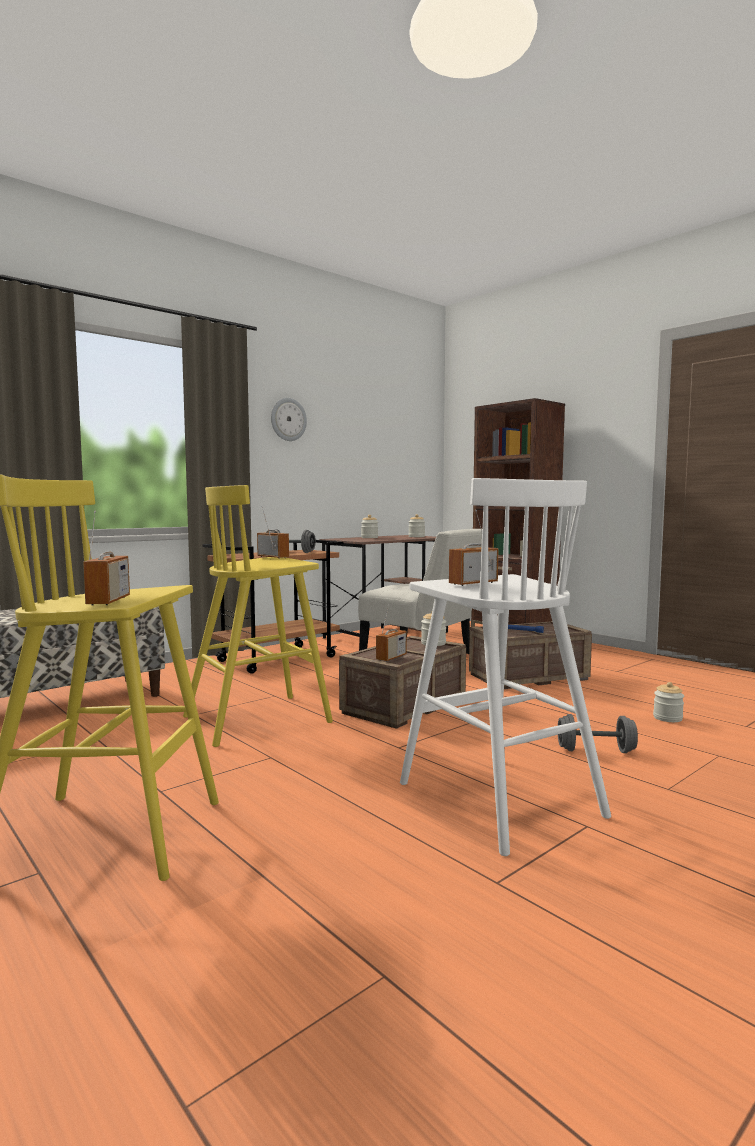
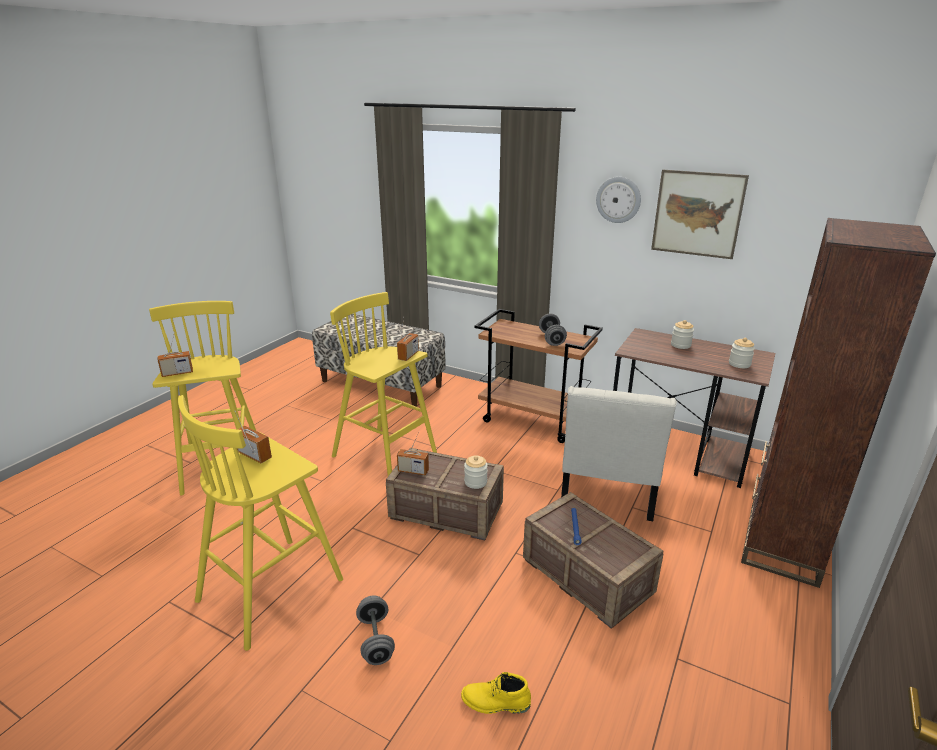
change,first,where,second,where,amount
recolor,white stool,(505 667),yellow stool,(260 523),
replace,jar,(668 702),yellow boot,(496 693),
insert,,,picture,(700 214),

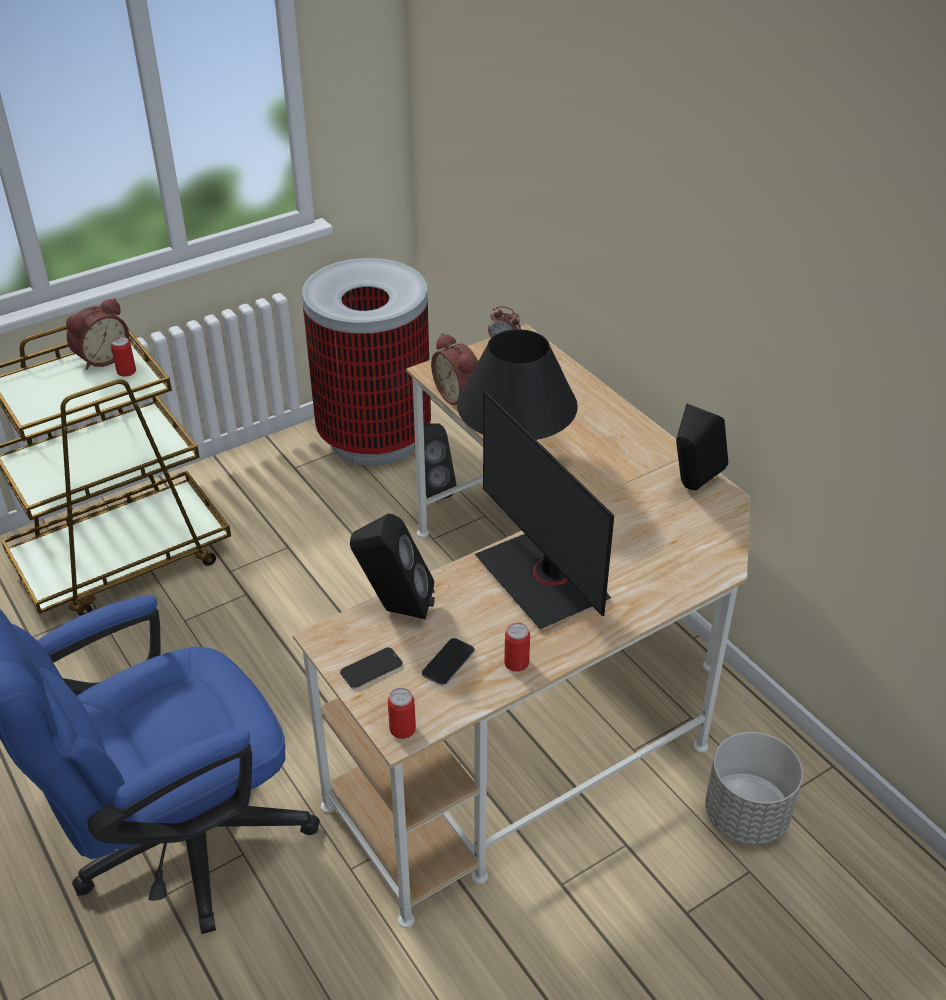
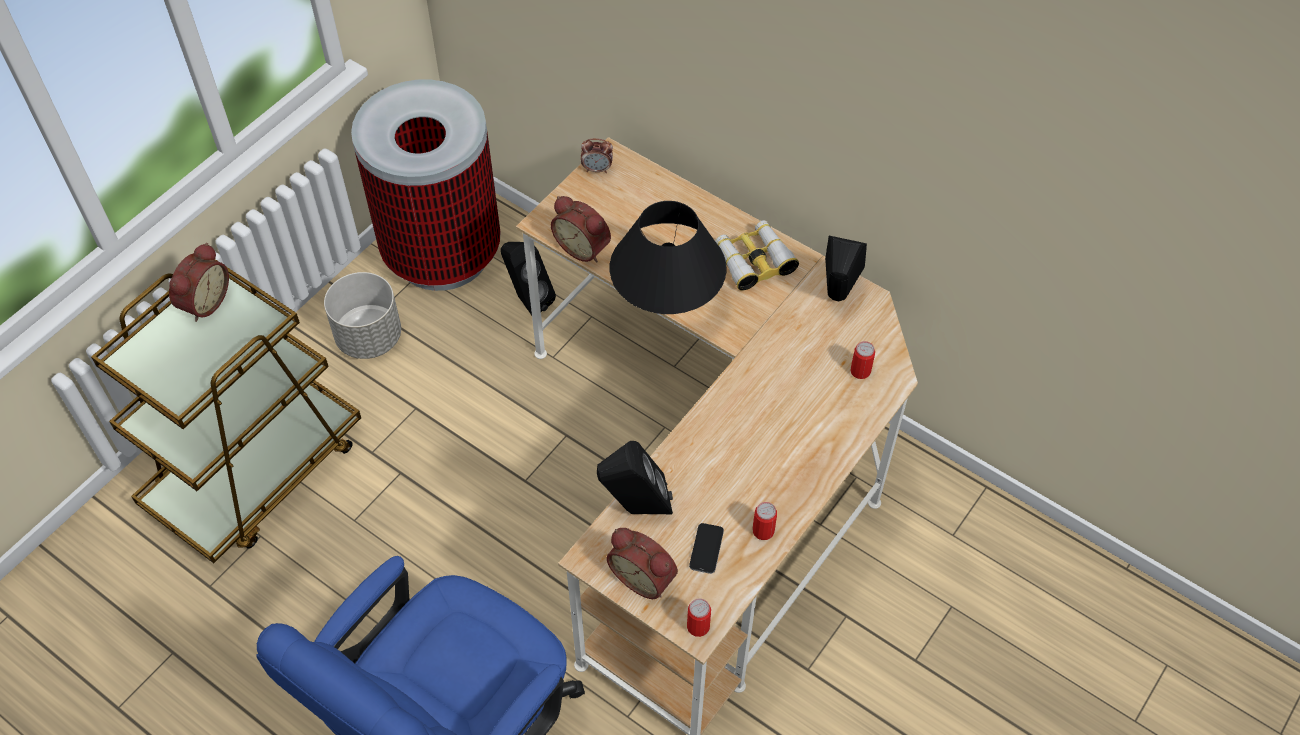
change,first,where,second,where,amount
move,grey planter,(754 788),,(362 315),
replace,phone,(371 668),alarm clock,(642 563),
insert,,,binoculars,(757 255),
move,can,(123 356),,(862 360),
delete,monitor,(544 510),,,

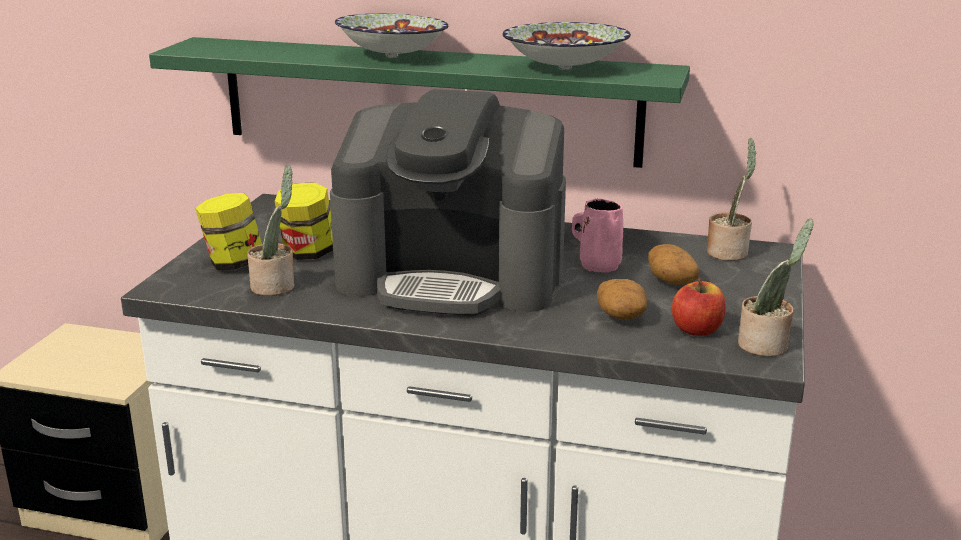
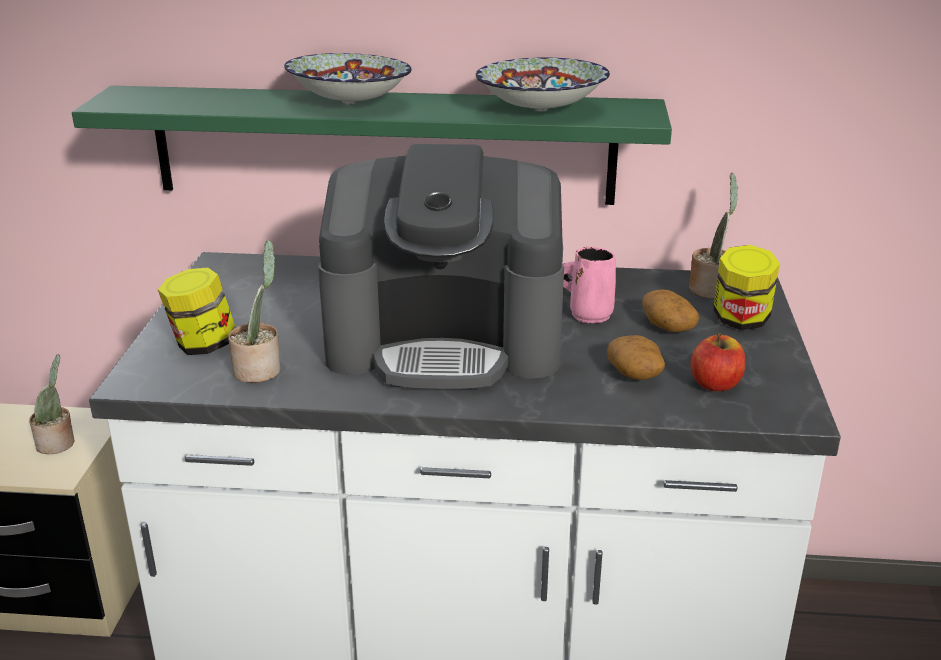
change,first,where,second,where,amount
move,potted plant,(776 287),,(51 404),
move,jar,(304 221),,(746 287),

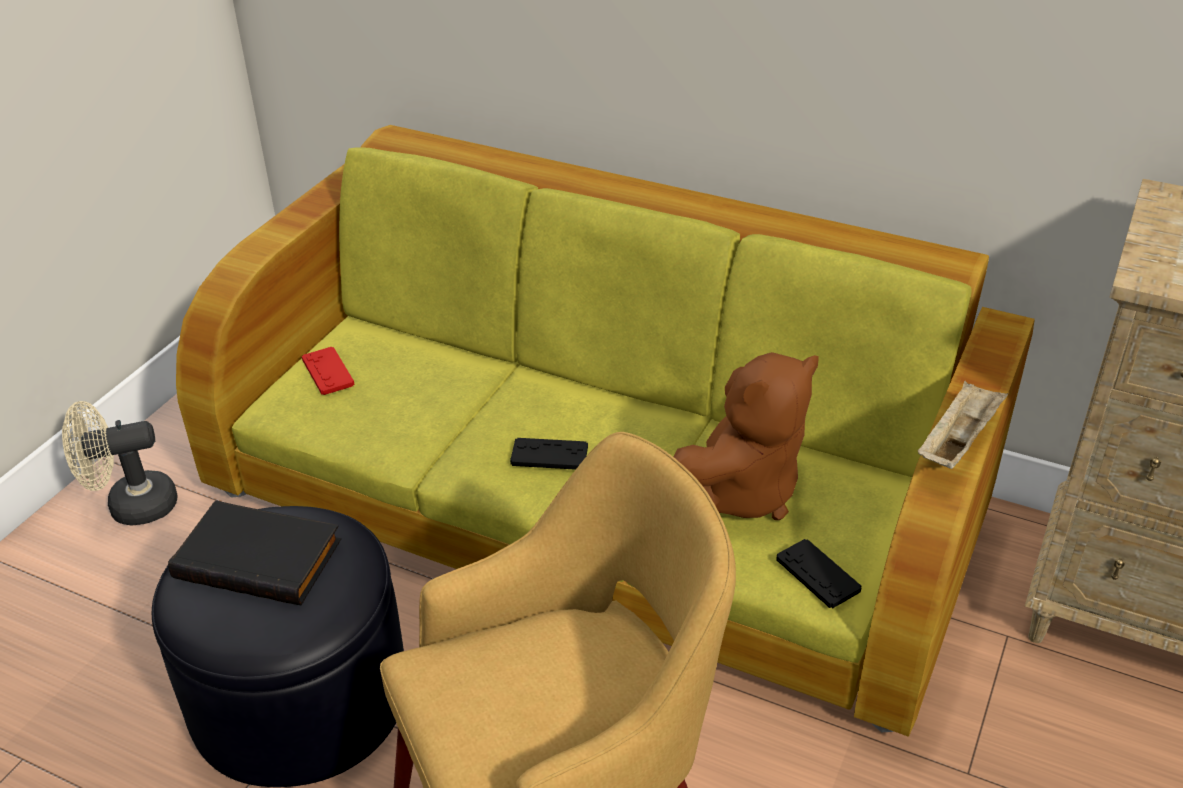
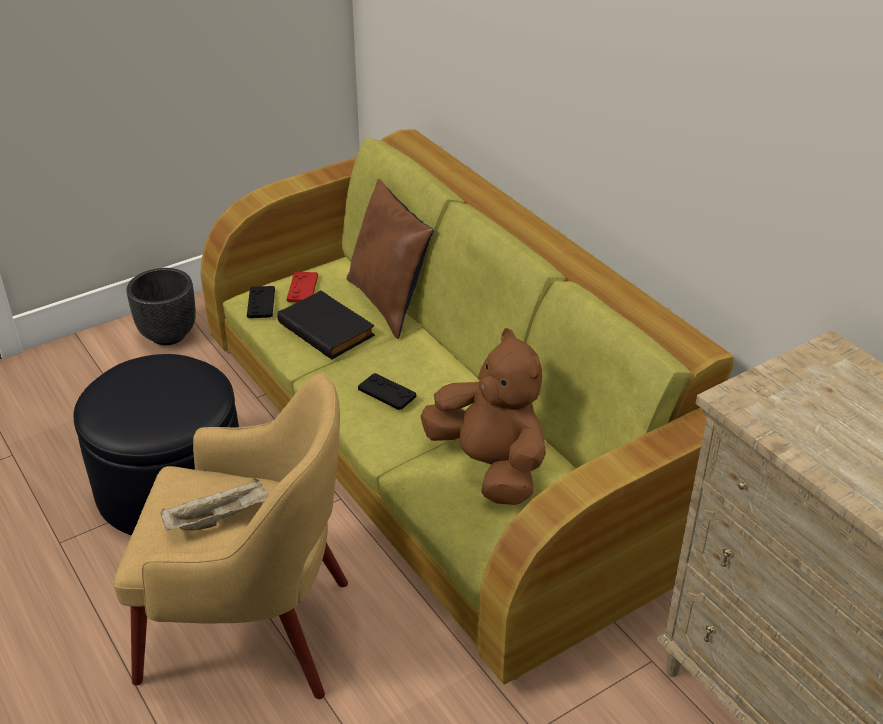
change,first,where,second,where,amount
replace,beige fan,(120 463),black planter,(161 306),
move,beige tray,(963 425),,(215 504),
move,black game controller,(818 573),,(261 302),
move,black book,(254 552),,(326 324),
insert,,,brown pillow,(390 259),
rotate,brown plush toy,(746 436),,(483 416),120 degrees counterclockwise

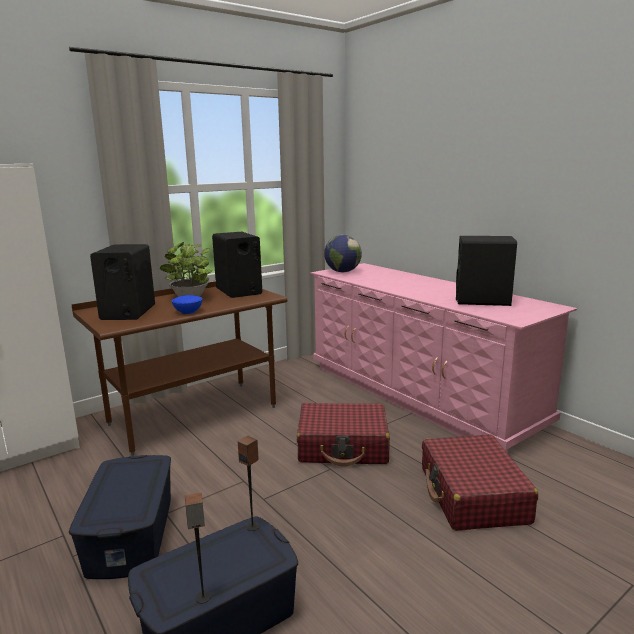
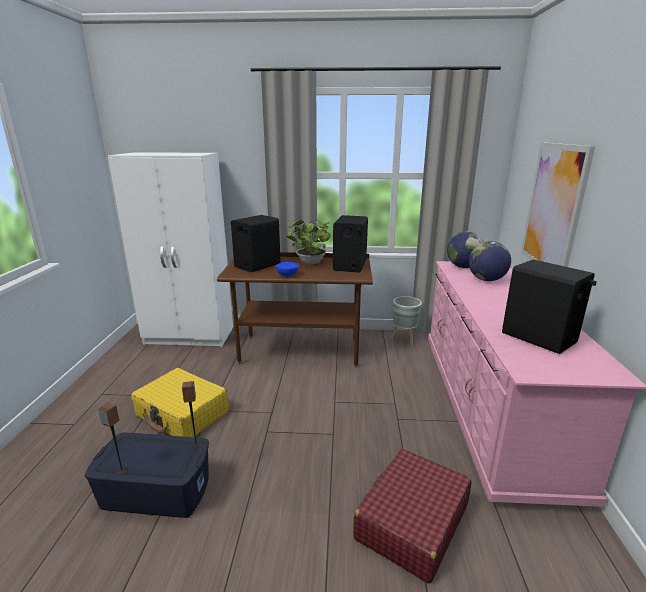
change,first,where,second,where,amount
replace,blue storage box,(120 517),yellow suitcase,(180 402),
insert,,,grey planter,(406 321),
insert,,,globe,(490 261),
insert,,,picture,(558 204),
delete,red suitcase,(343 434),,,

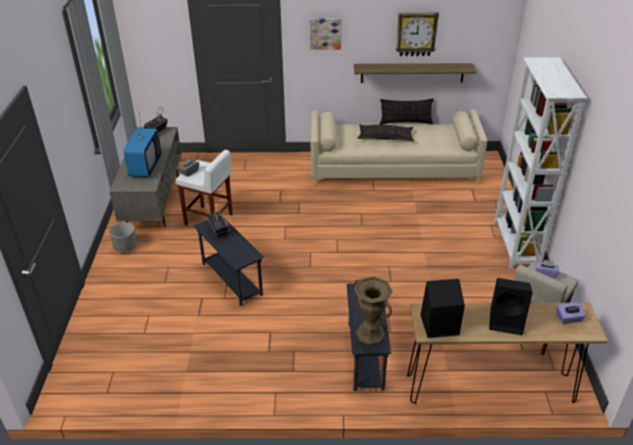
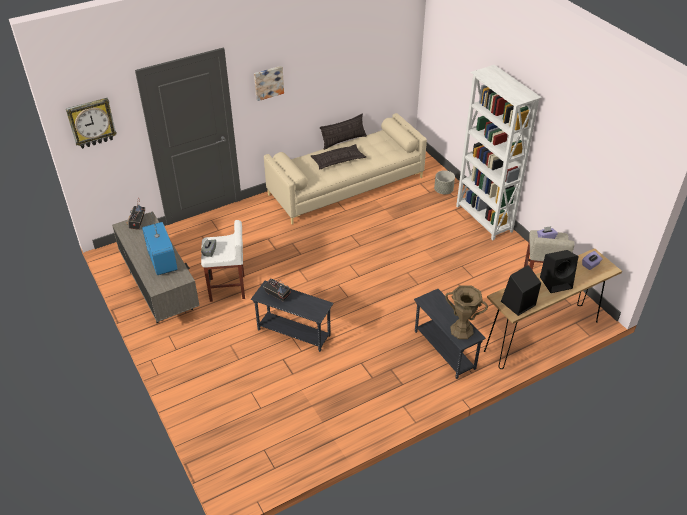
change,first,where,second,where,amount
move,wall clock,(417 34),,(91 123),
move,grey planter,(123 237),,(444 182),
delete,shelf,(415 73),,,

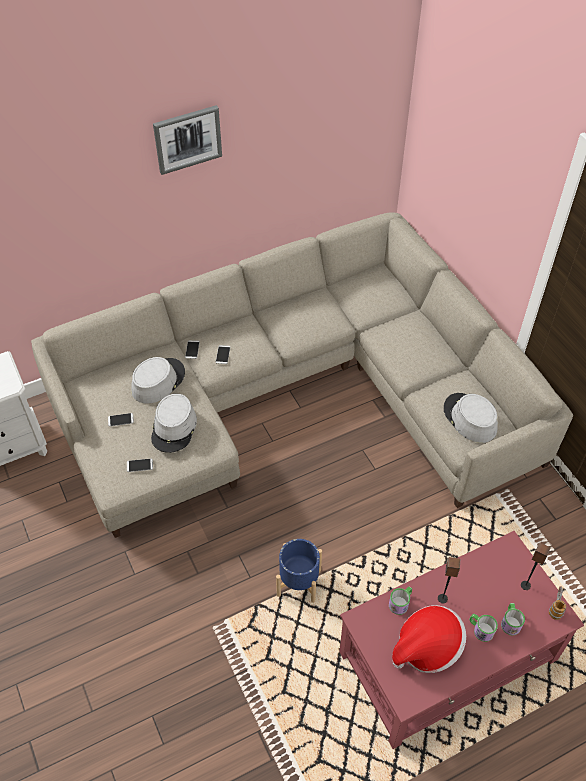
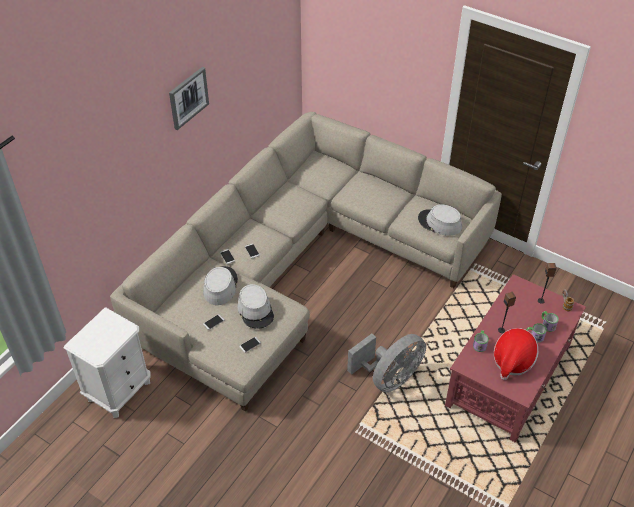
change,first,where,second,where,amount
replace,blue planter,(299 571),grey fan,(386 363),

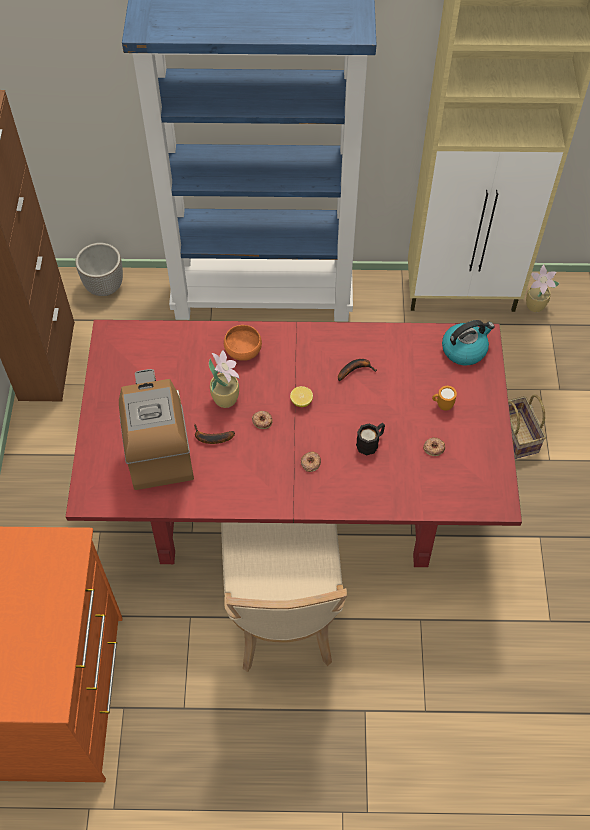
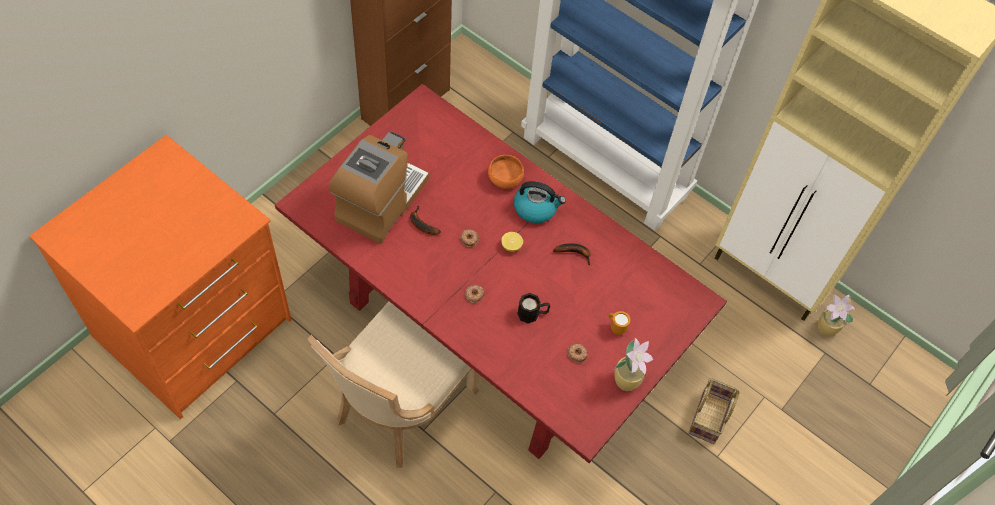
change,first,where,second,where,amount
move,kettle,(468 343),,(540 202),
move,potted plant,(224 379),,(633 364),
delete,planter,(99 269),,,

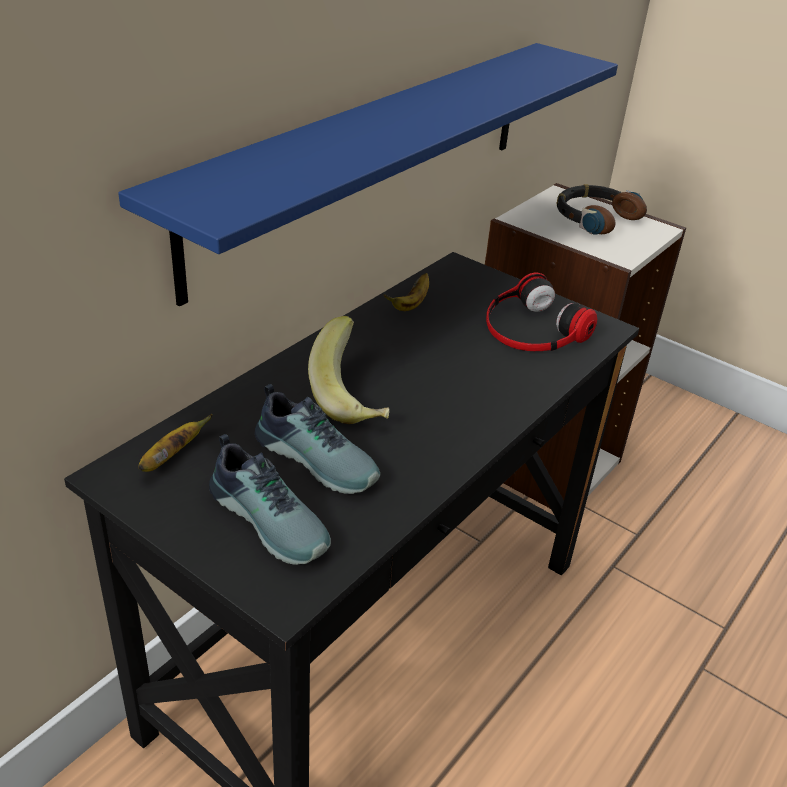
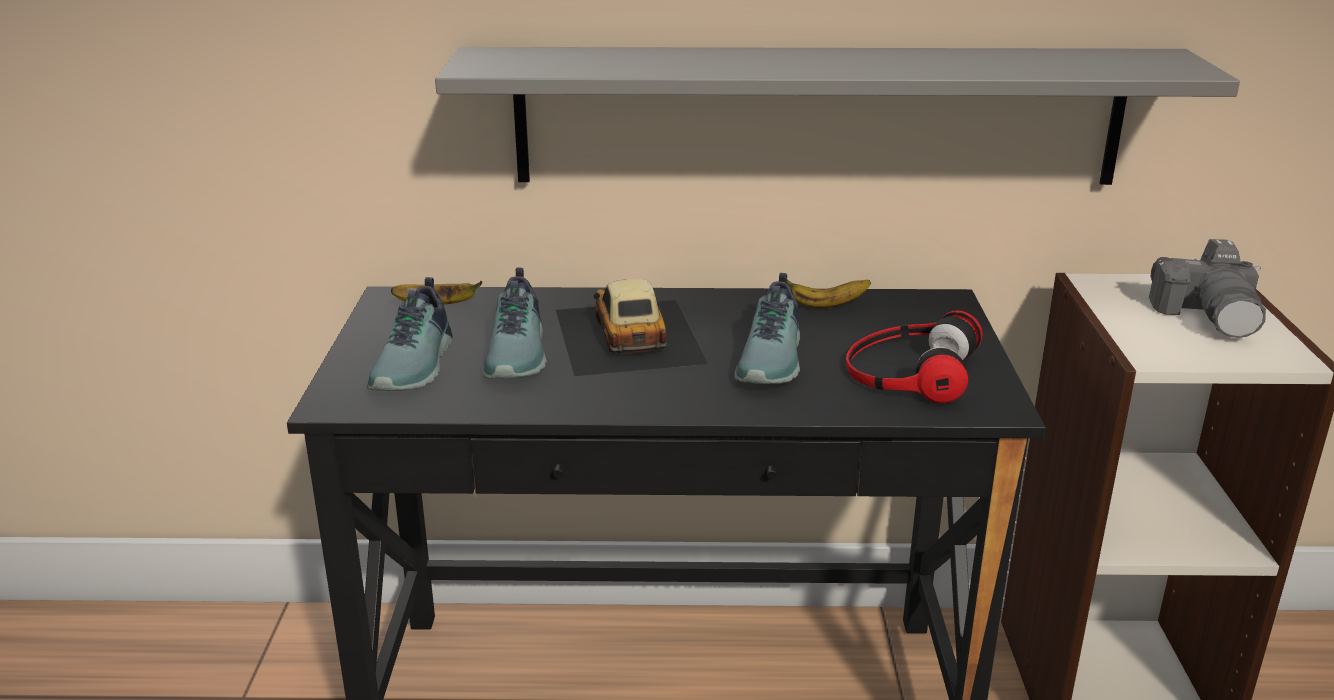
change,first,where,second,where,amount
recolor,blue shelf,(368 175),grey shelf,(837 116),
replace,banana,(349 370),toy car,(632 327),
insert,,,shoe,(767 328),
replace,headphones,(602 209),photo camera,(1207 288),

